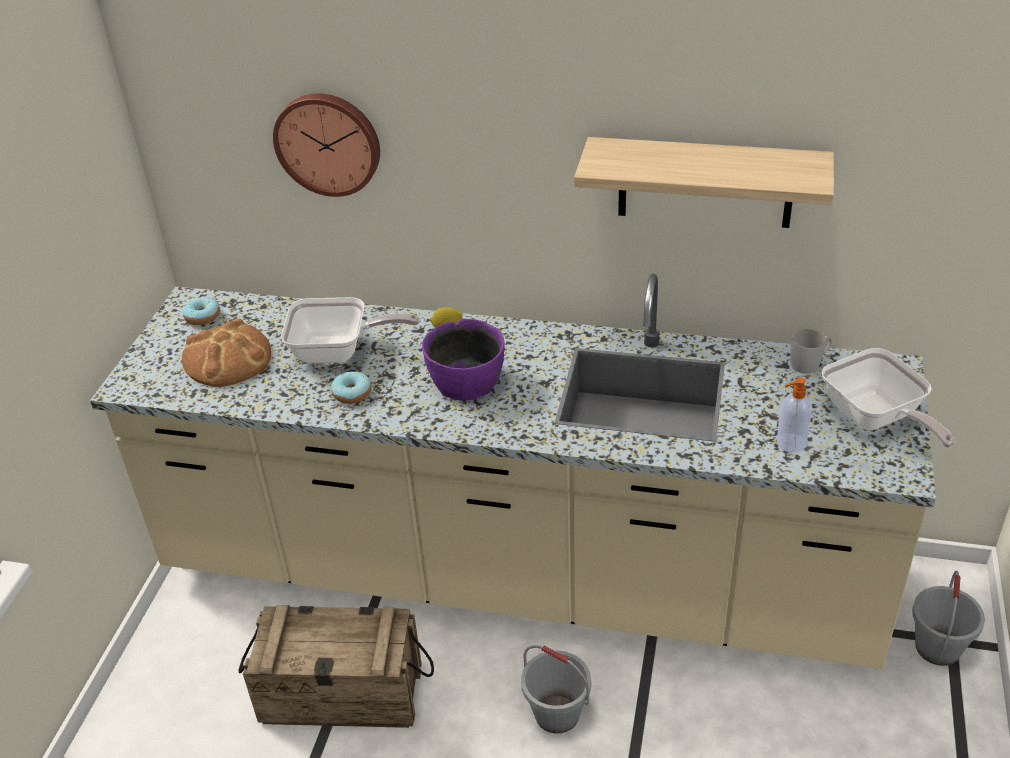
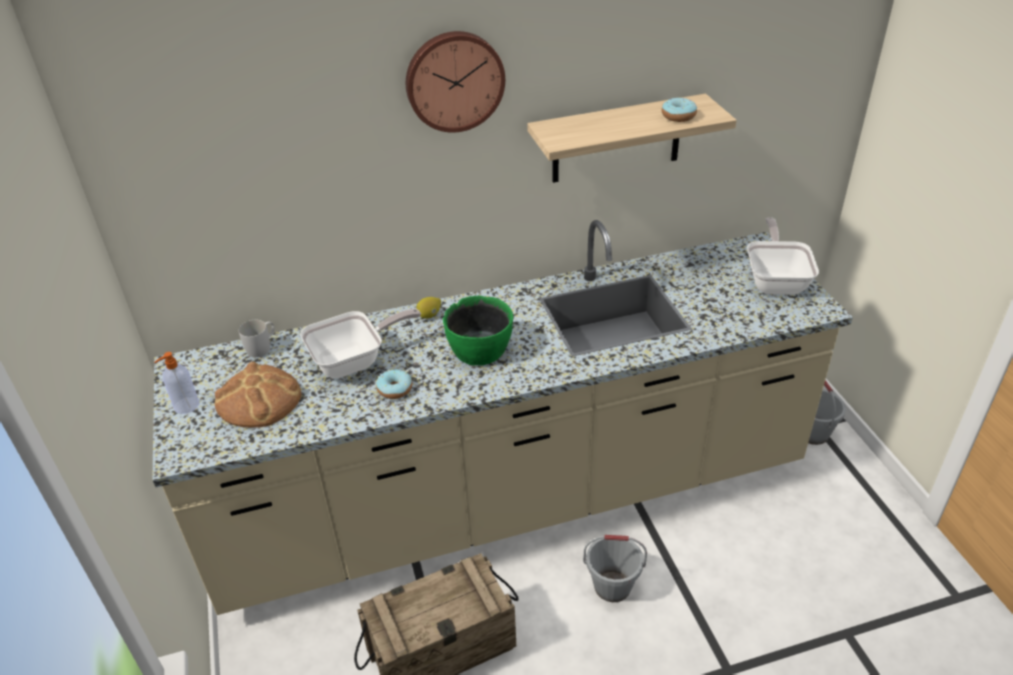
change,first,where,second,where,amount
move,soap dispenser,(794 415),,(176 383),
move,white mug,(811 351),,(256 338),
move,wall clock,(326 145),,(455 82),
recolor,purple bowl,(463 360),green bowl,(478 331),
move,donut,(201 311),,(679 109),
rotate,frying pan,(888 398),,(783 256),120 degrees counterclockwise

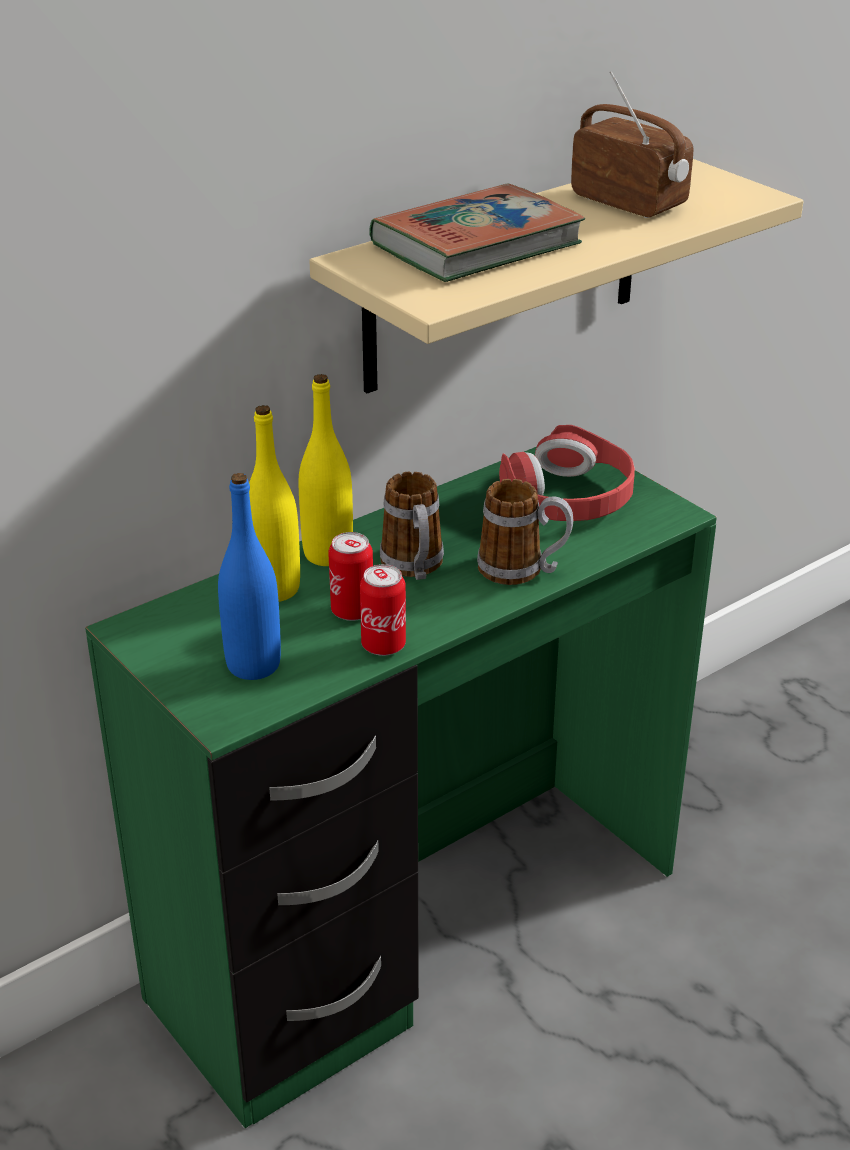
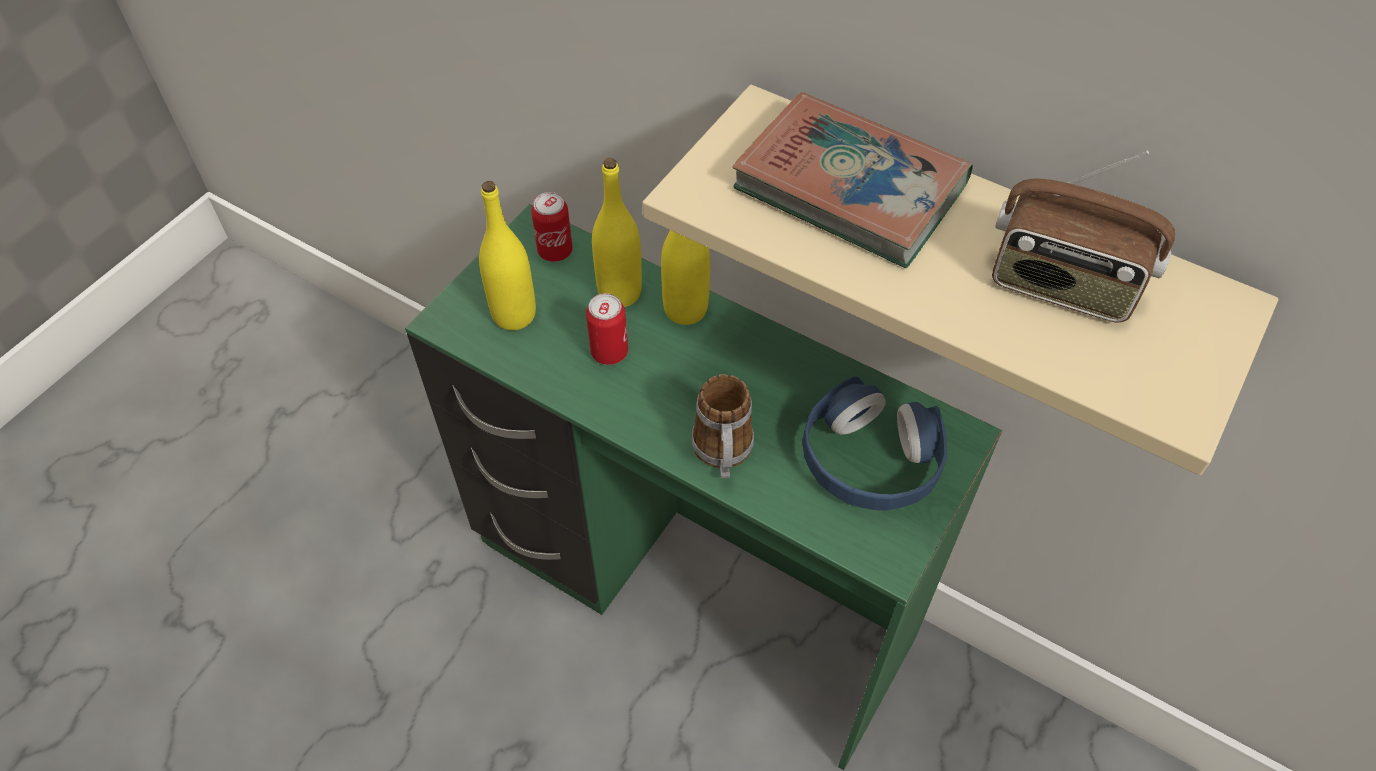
change,first,where,second,where,amount
recolor,blue bottle,(249 576),yellow bottle,(507 255),
move,can,(383 610),,(552 227),
recolor,red headphones,(567 473),blue headphones,(875 443),
rotate,radio,(632 144),,(1083 236),90 degrees clockwise
delete,mug,(412 526),,,

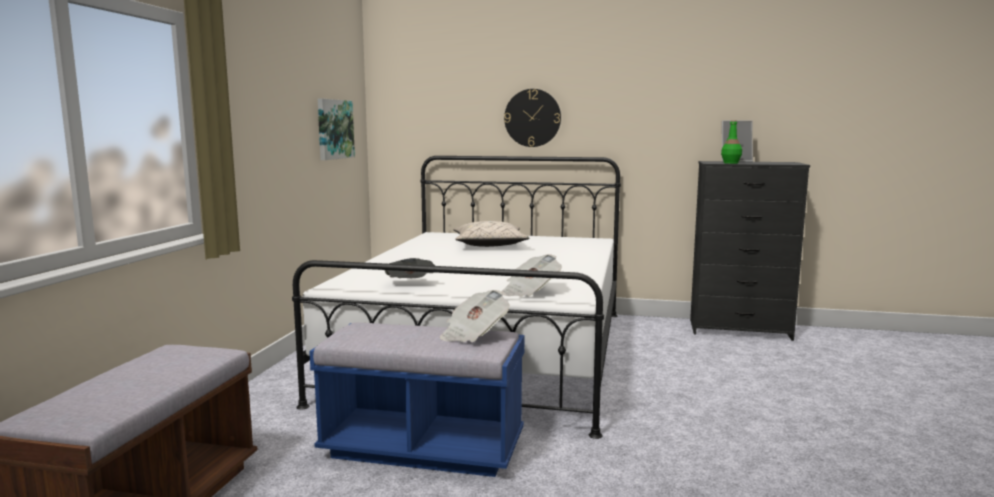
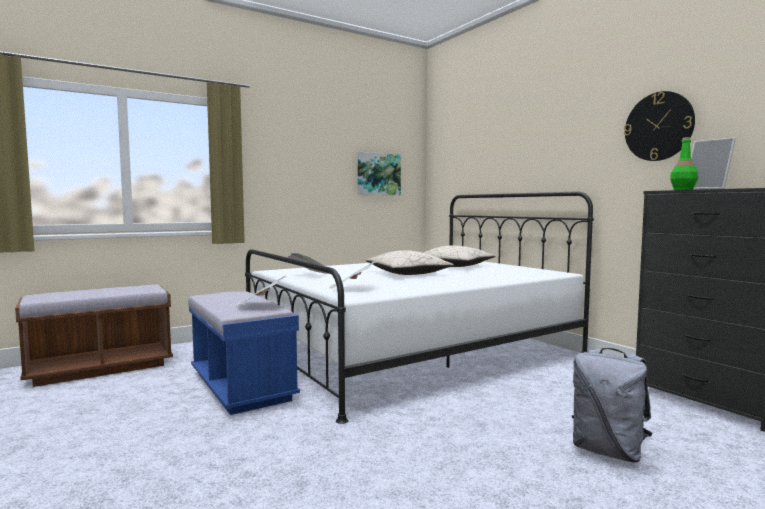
change,first,where,second,where,amount
insert,,,beige pillow,(410 262),
insert,,,grey backpack,(612 405),
move,wall clock,(532 118),,(659 126),

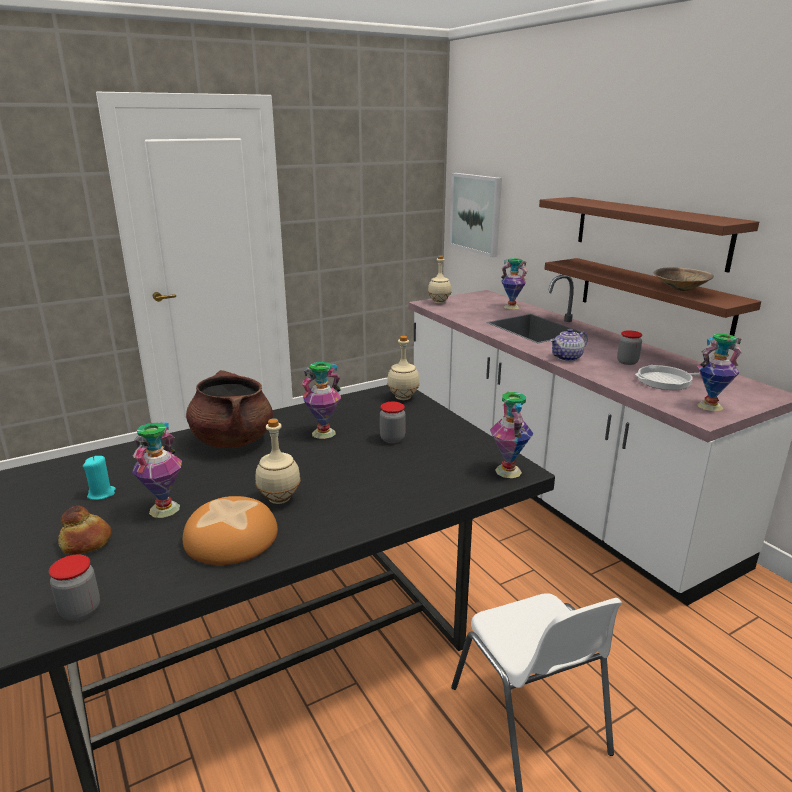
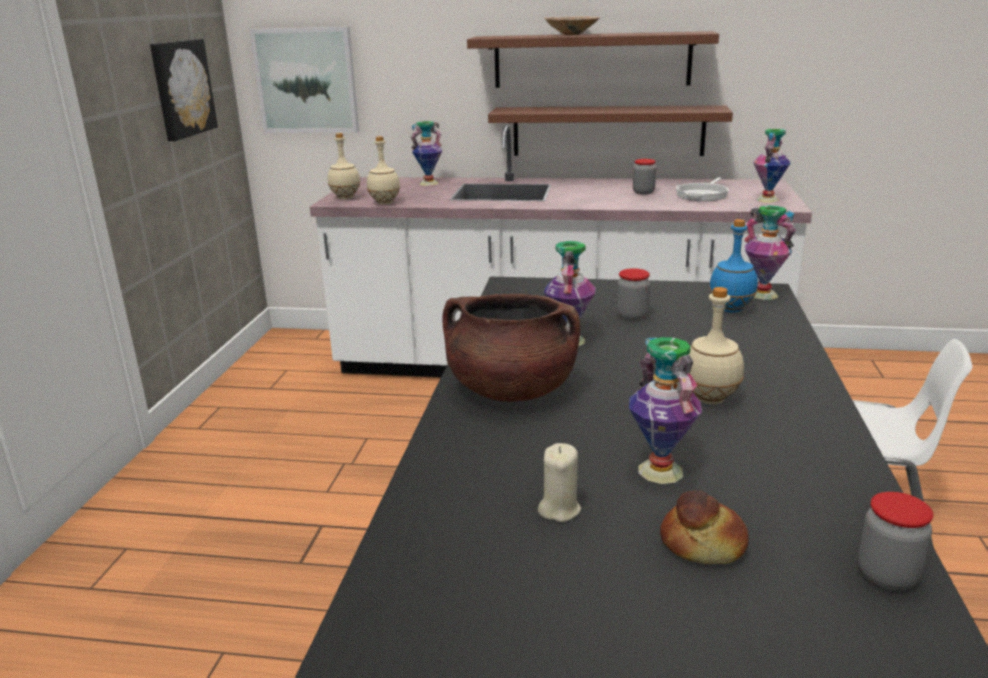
change,first,where,second,where,amount
insert,,,picture,(184 90),
move,beige bottle,(403 368),,(383 170),
recolor,turquoise candle,(99 478),beige candle,(559 482),
move,beige bowl,(684 279),,(572 25),
insert,,,blue bottle,(733 266),
delete,bread,(230 530),,,
delete,teapot,(569 345),,,

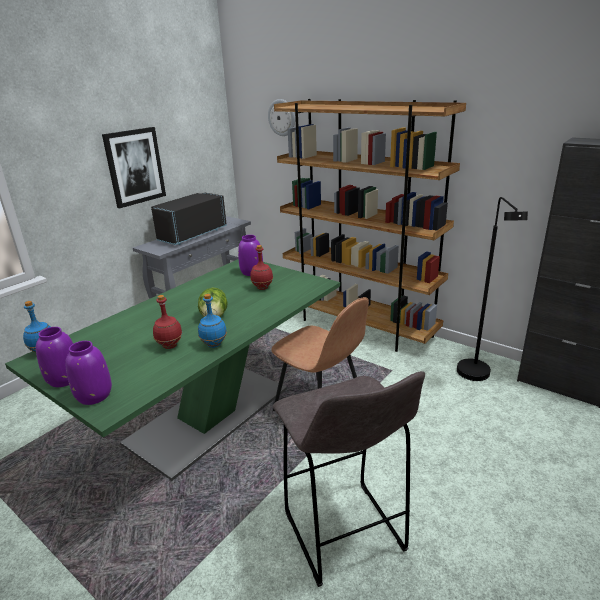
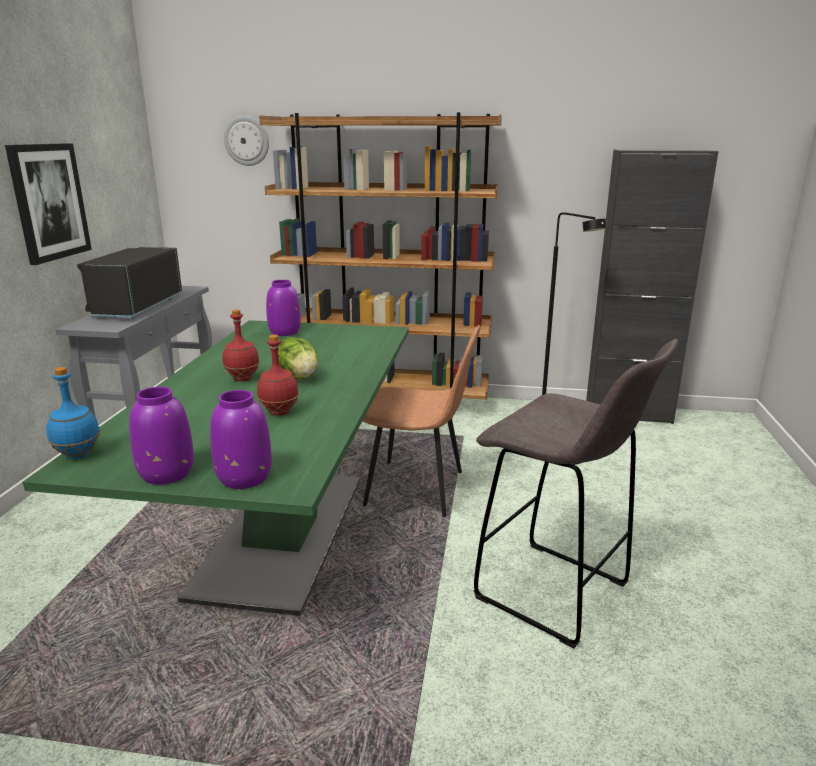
change,first,where,second,where,amount
move,red bottle,(261 267),,(241 345),
delete,blue bottle,(212 321),,,

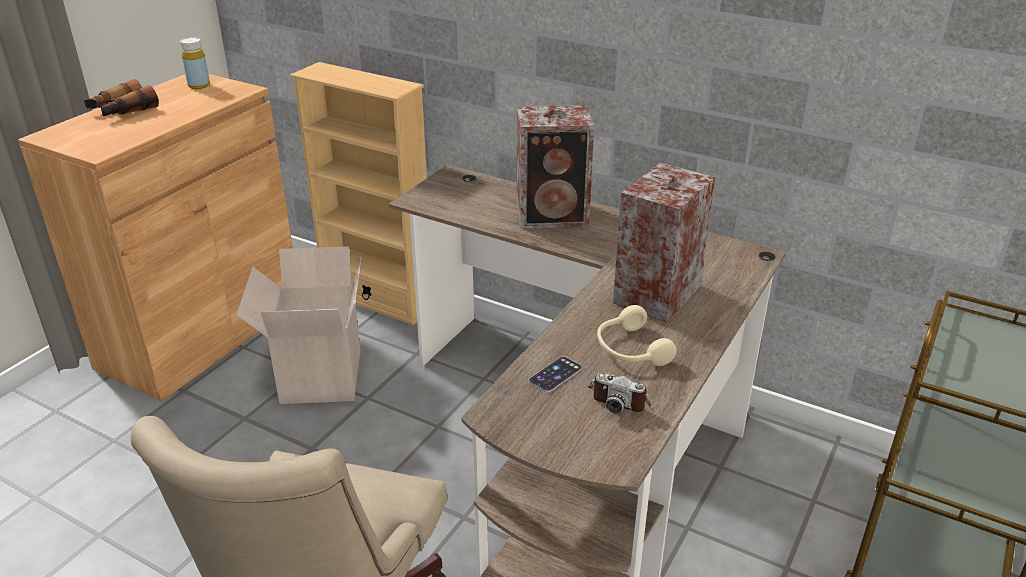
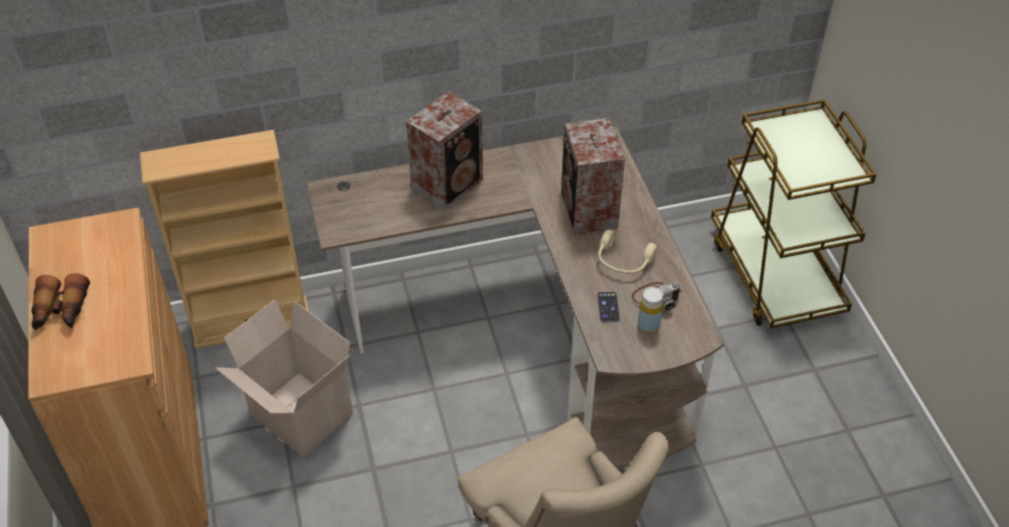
change,first,where,second,where,amount
move,yellow bottle,(195 63),,(650 310),

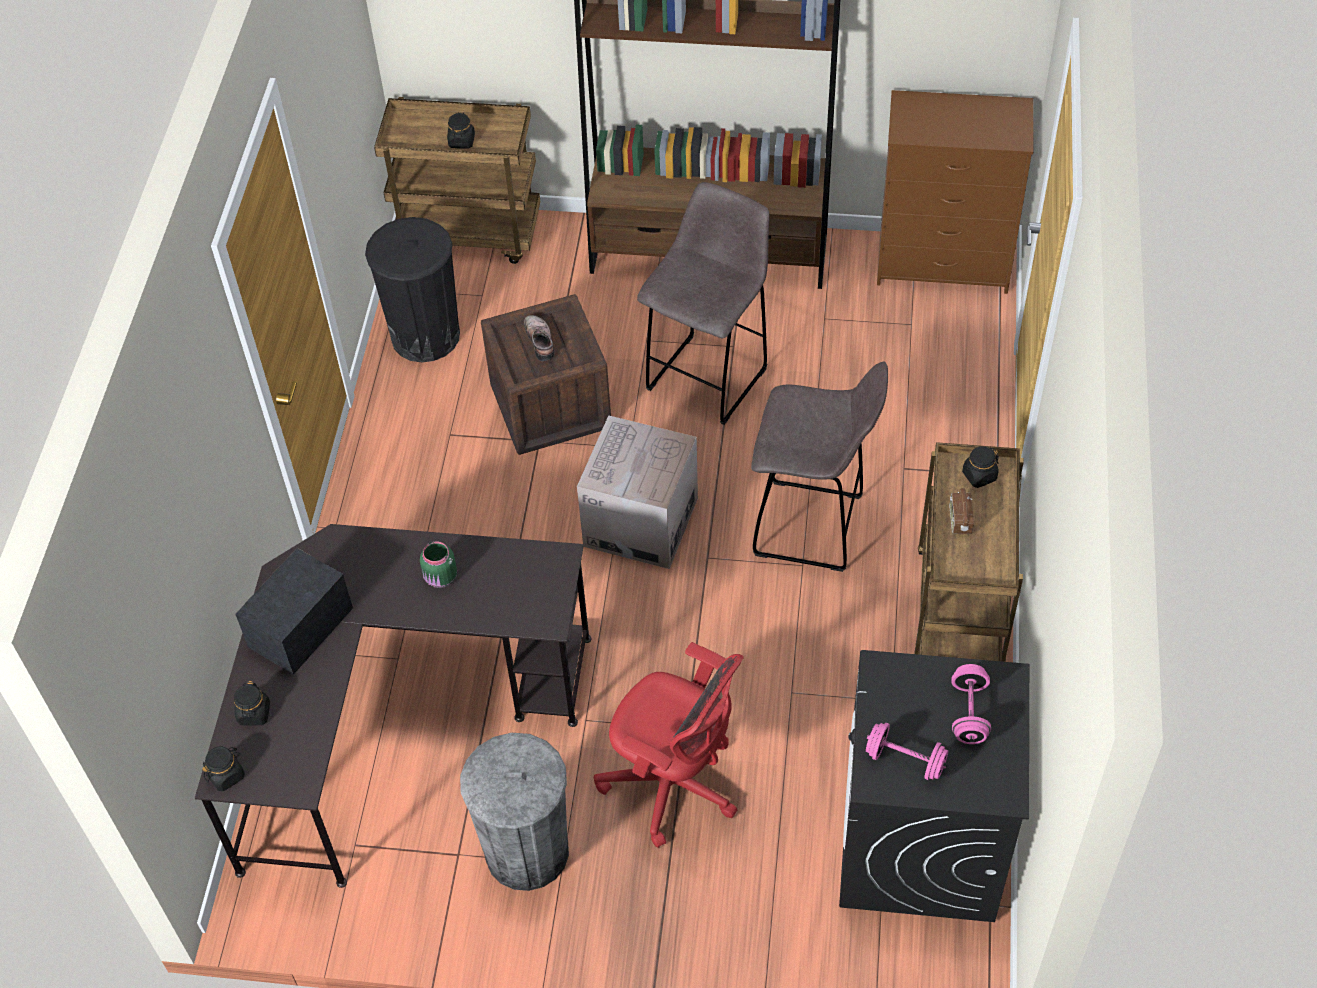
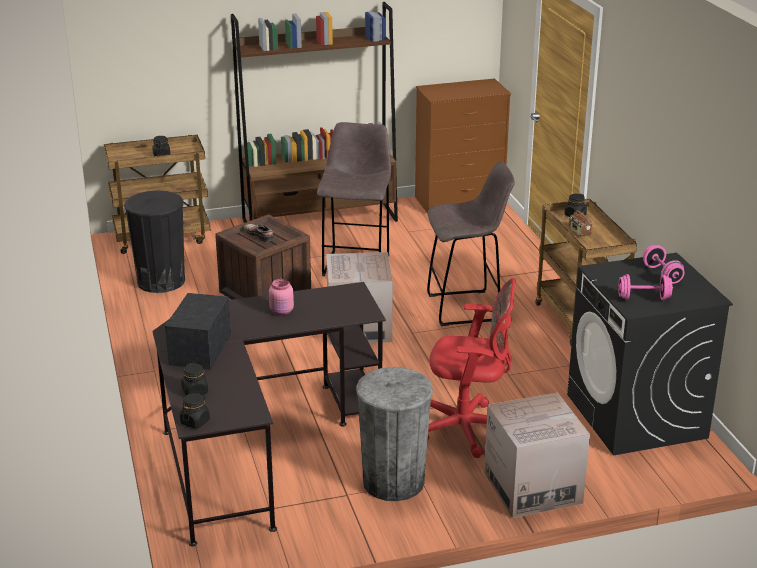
change,first,where,second,where,amount
recolor,green jar,(438 564),pink jar,(281 297),
insert,,,cardboard box,(537 455),

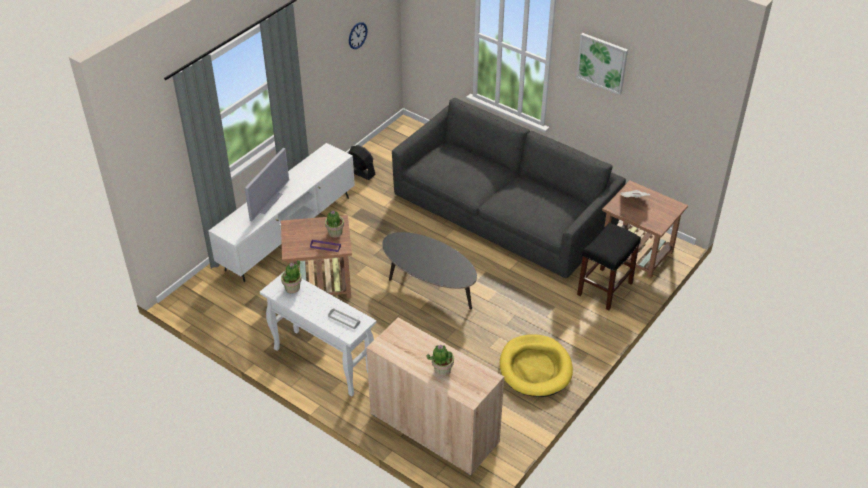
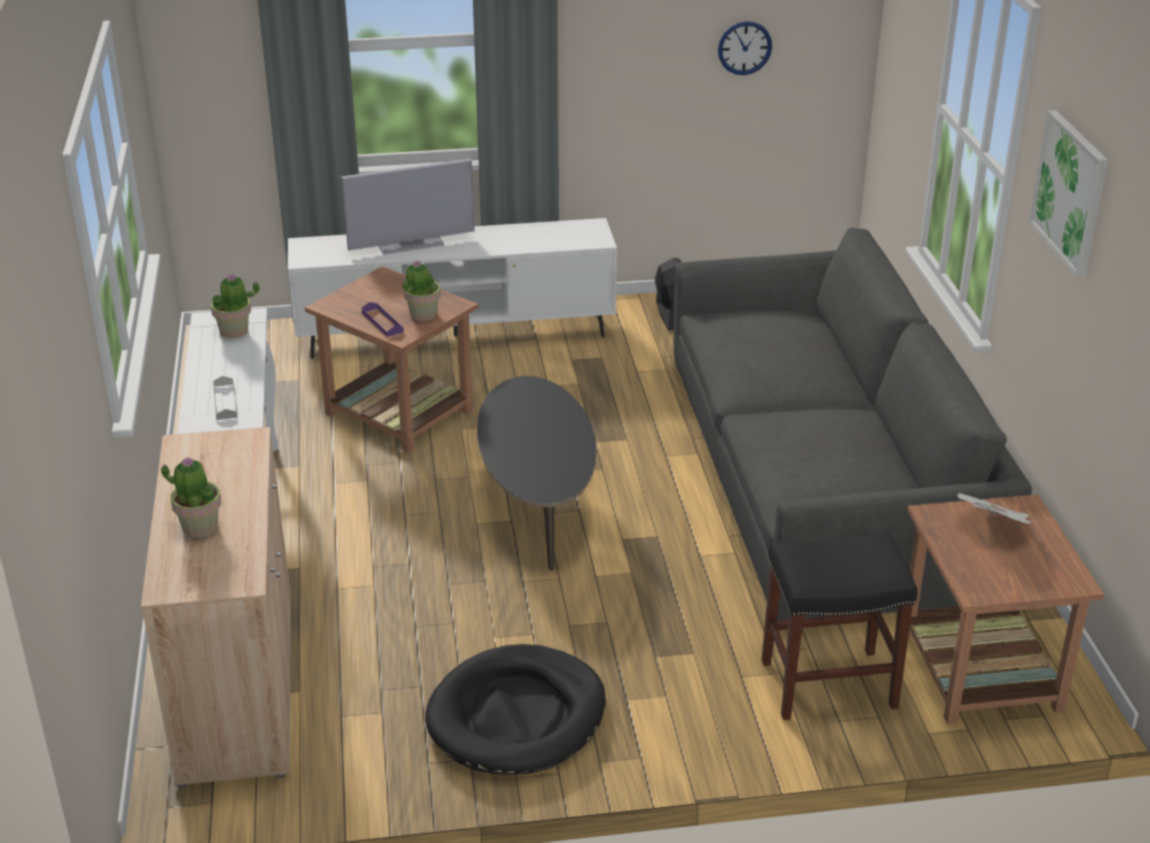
change,first,where,second,where,amount
recolor,yellow dog bed,(536 365),black dog bed,(515 709),

